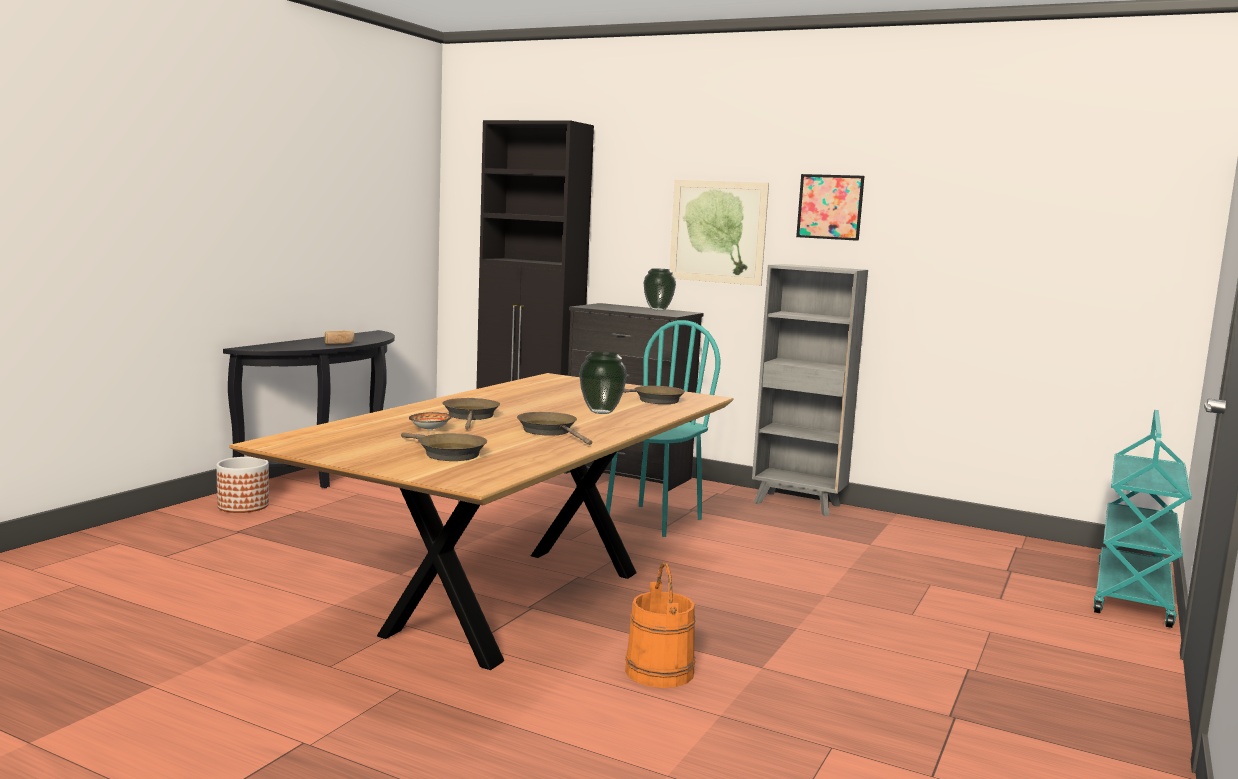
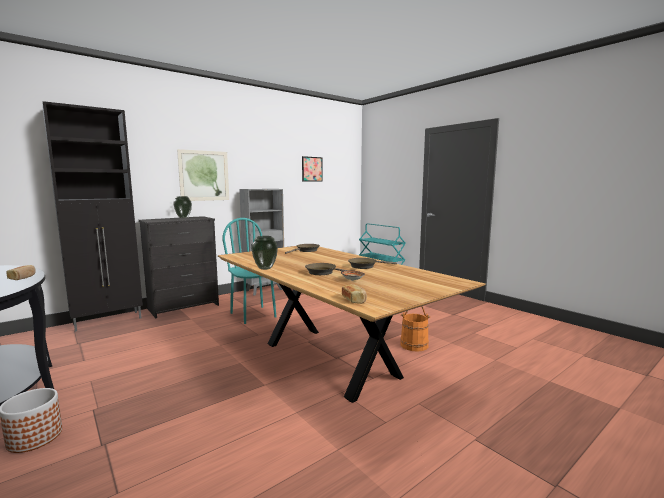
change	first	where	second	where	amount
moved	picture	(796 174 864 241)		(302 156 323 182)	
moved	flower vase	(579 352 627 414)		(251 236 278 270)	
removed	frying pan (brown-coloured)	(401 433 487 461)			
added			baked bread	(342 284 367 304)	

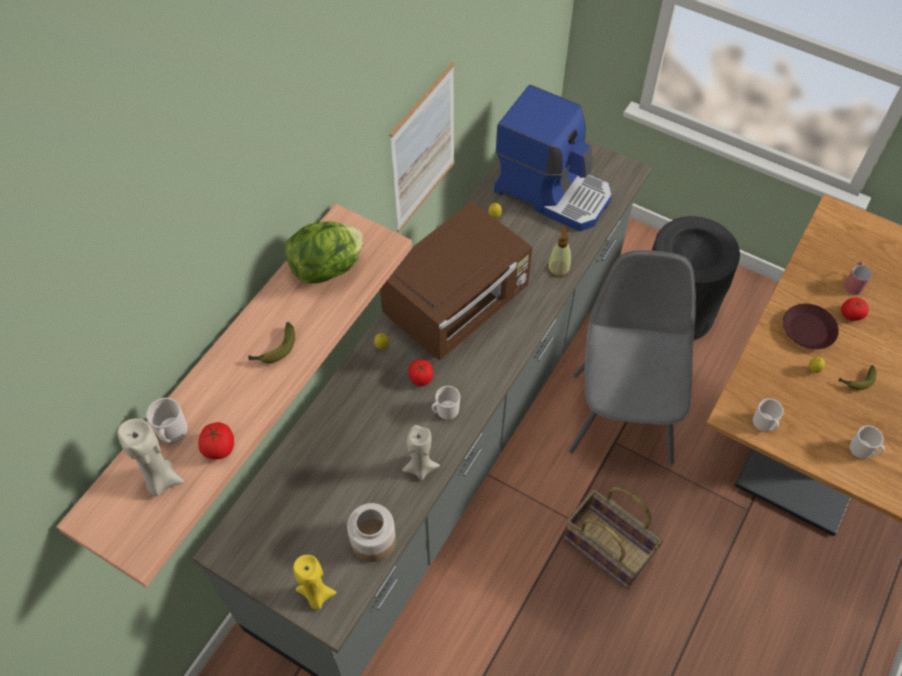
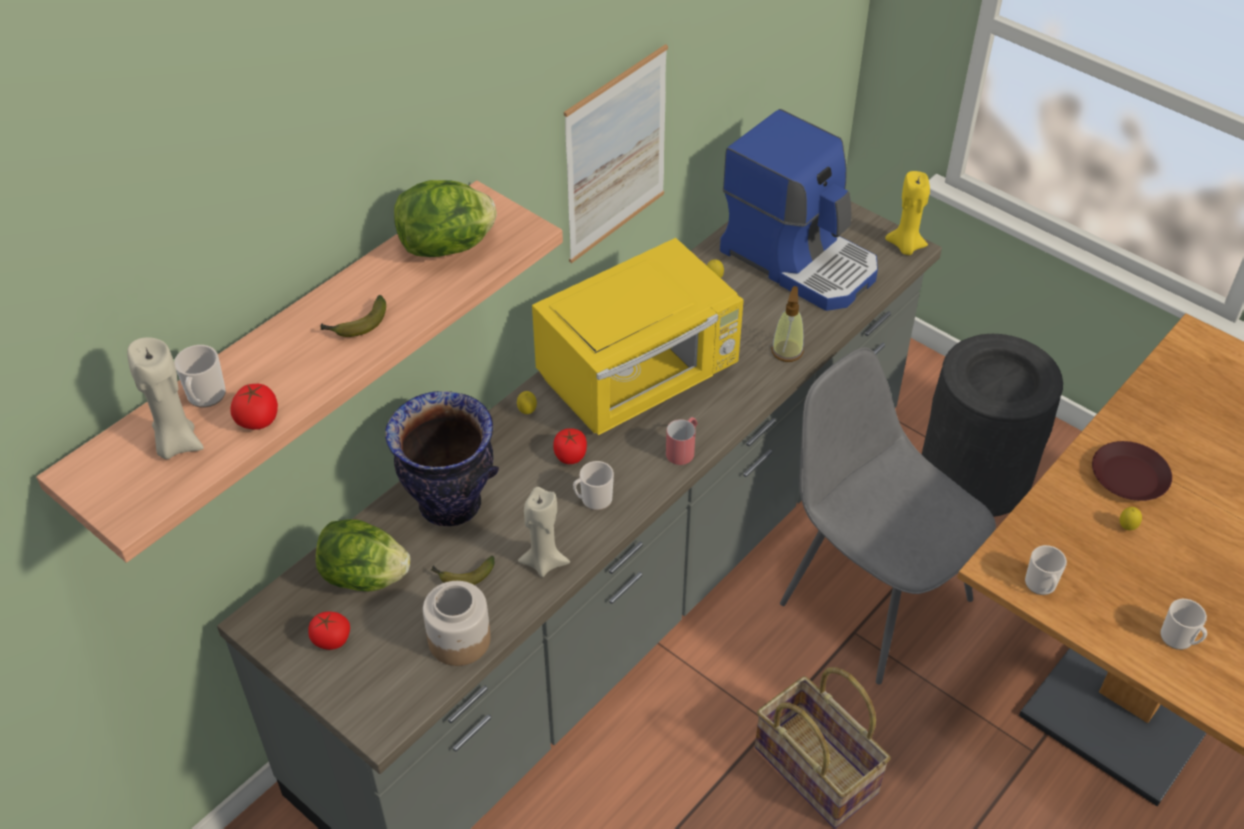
change	first	where	second	where	amount
recoloured	kitchen microwave (brown-coloured)	(380 201 532 361)	kitchen microwave (yellowish)	(532 238 744 435)	
turned	upright chair (grey)	(569 250 696 465)		(780 347 996 685)	60 degrees counterclockwise
moved	tea mug (red-coloured)	(844 262 872 295)		(666 417 698 465)	
moved	fresh tomato	(841 298 869 321)		(308 612 350 650)	
moved	banana fruit	(838 365 876 390)		(431 556 495 585)	
moved	candle (yellowish)	(293 555 337 610)		(885 171 930 255)	
added			flower vase	(385 391 499 527)	
added			head of lettuce	(316 519 410 591)	

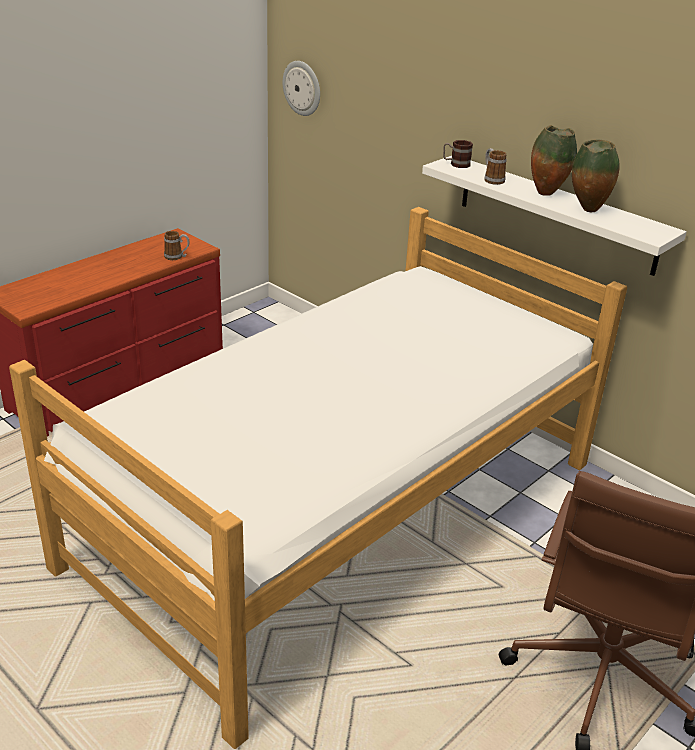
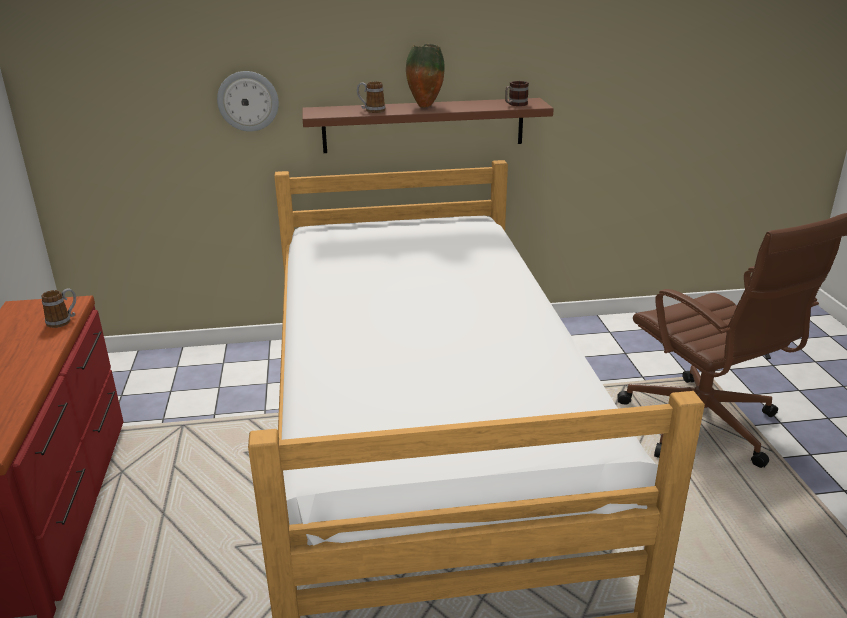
change	first	where	second	where	amount
moved	wall clock	(283 61 320 116)		(217 71 279 132)	
moved	tea mug	(443 140 473 168)		(505 81 529 106)	
removed	flower vase	(572 140 620 212)			
recoloured	shelf (white-coloured)	(422 156 687 276)	shelf (brown-coloured)	(302 98 554 153)	

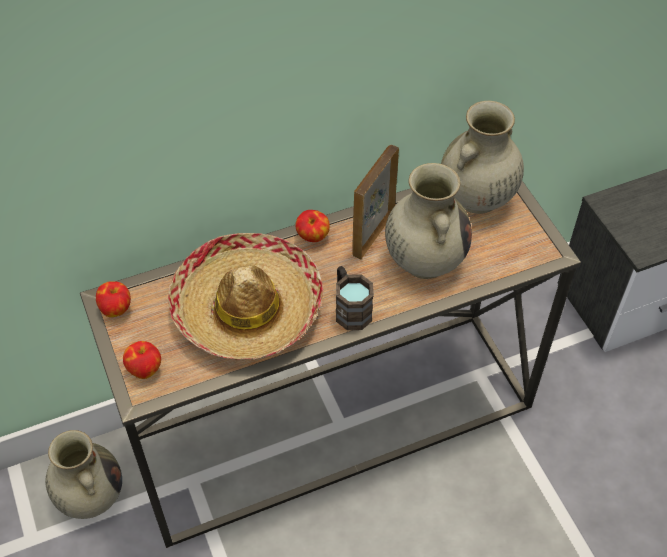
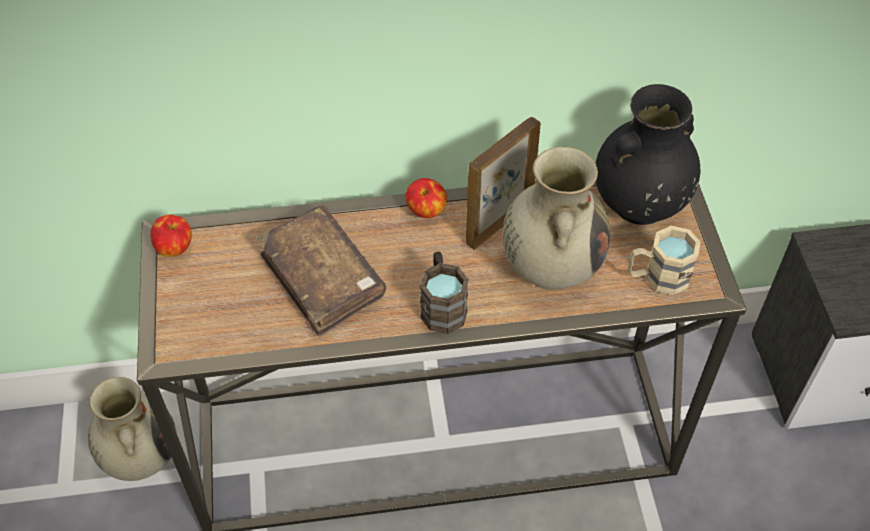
change	first	where	second	where	amount
recoloured	flower vase (sand-coloured)	(441 101 524 214)	flower vase (blackish)	(596 84 700 225)	
replaced	clothing hat	(168 233 324 360)	book (brown-coloured)	(256 205 386 337)	
removed	apple	(123 341 161 379)			
added			tea mug (sand-coloured)	(628 226 701 295)	

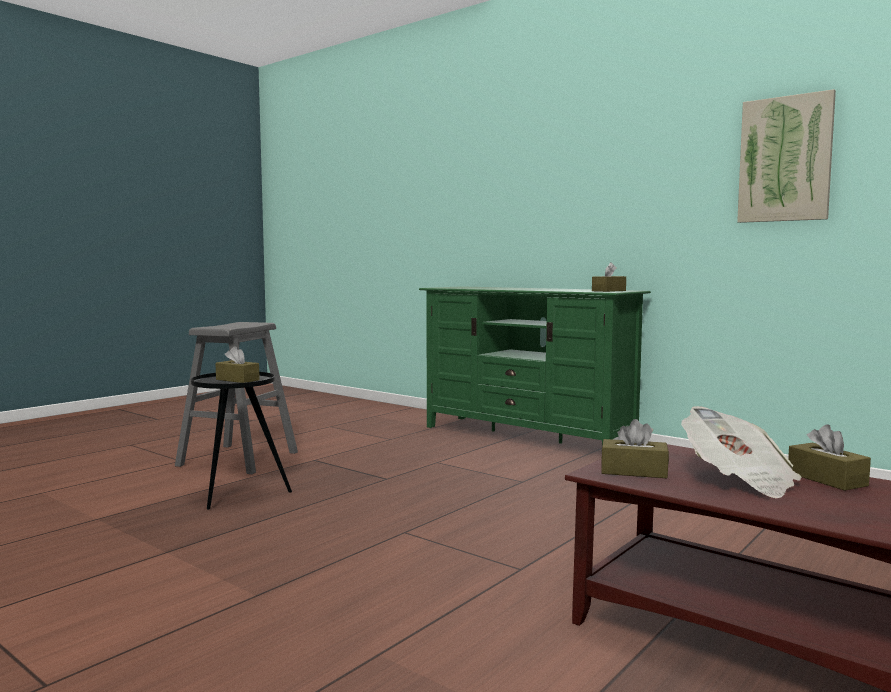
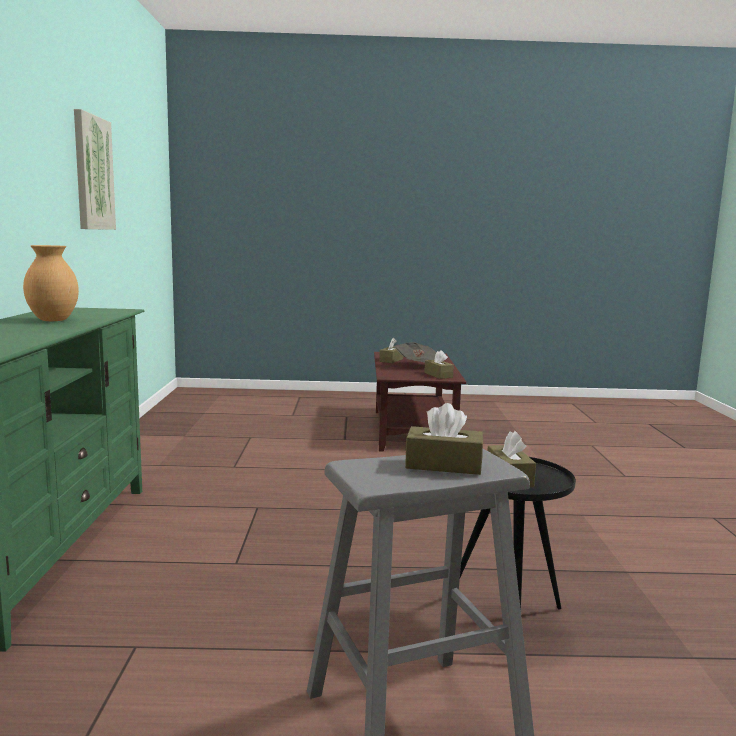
change	first	where	second	where	amount
moved	tissue holder (brown-coloured)	(592 262 626 292)		(405 403 483 475)	
added			flower vase (brown-coloured)	(23 245 79 321)	

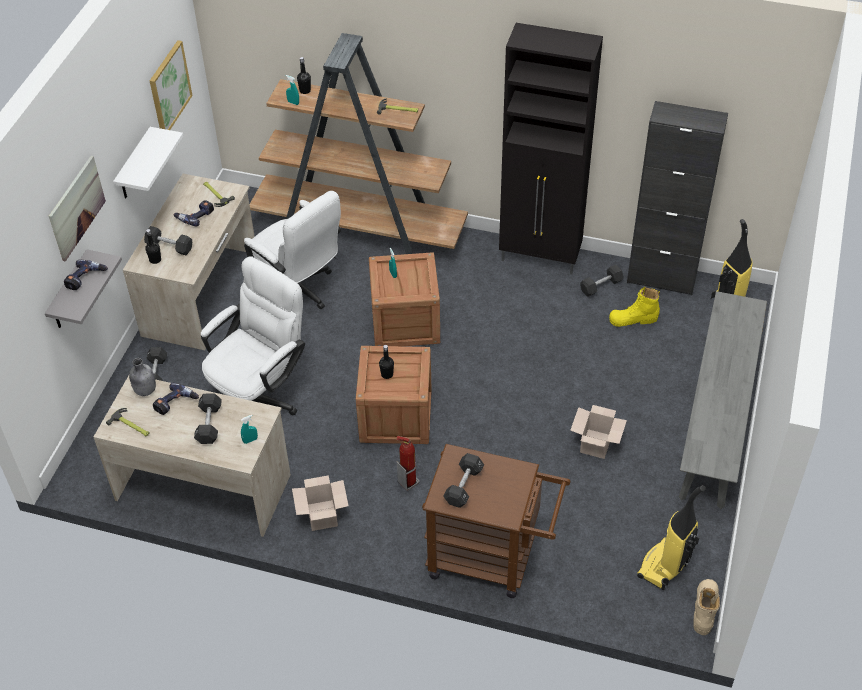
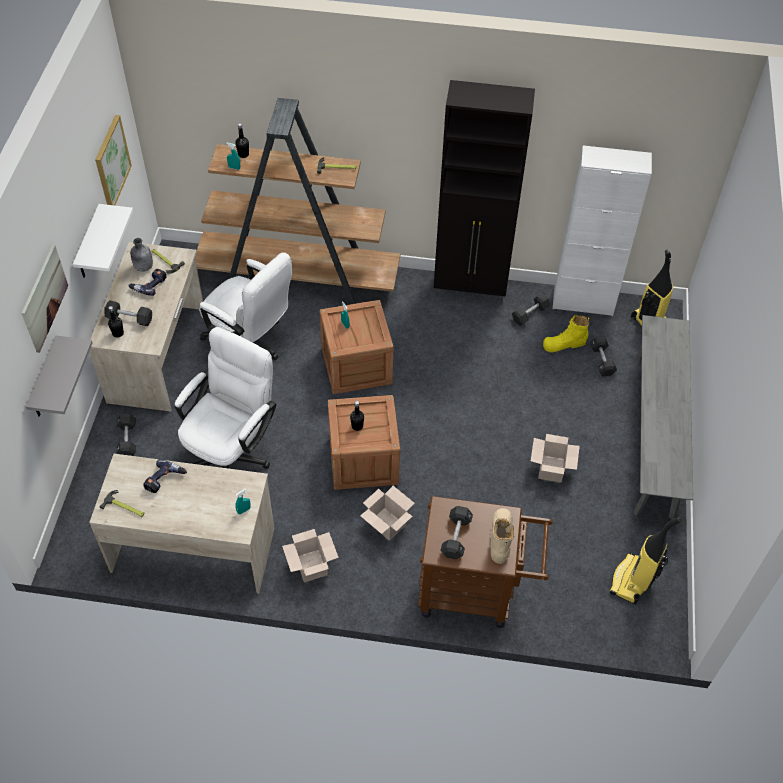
change	first	where	second	where	amount
recoloured	cupboard (blackish)	(627 101 728 296)	cupboard (white-coloured)	(553 145 652 316)	
removed	drill	(64 260 108 290)			
moved	bottle (grey)	(129 358 156 396)		(130 238 153 272)	
moved	hand weight (blackish)	(194 393 222 444)		(590 336 617 376)	
replaced	fire-fighting cylinder	(397 436 419 491)	packing box	(360 486 414 541)	
moved	high-top boot (sand-coloured)	(693 579 720 635)		(490 508 515 564)	

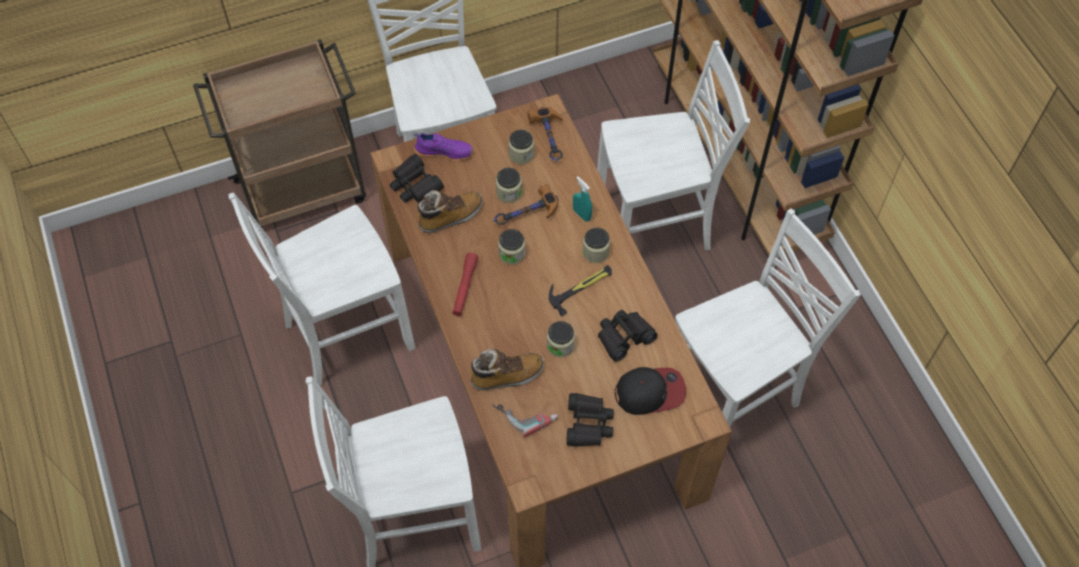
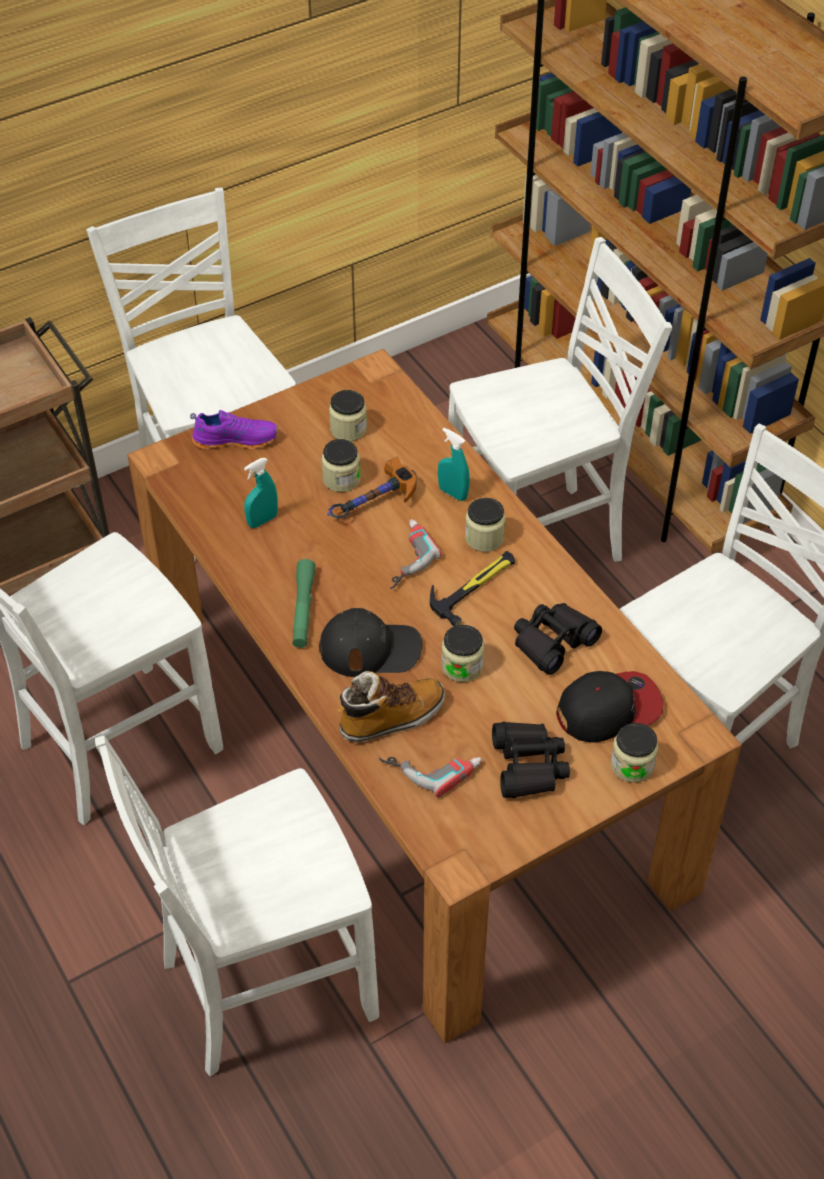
change	first	where	second	where	amount
removed	tool hammer	(528 107 563 161)			
removed	field glasses (blackish)	(390 154 444 203)			
replaced	high-top boot	(417 190 482 233)	hand sprayer (blue-green)	(244 458 278 528)	
moved	preserve jar	(498 229 525 265)		(611 723 658 783)	
recoloured	torch (red-coloured)	(452 253 478 316)	torch (green-coloured)	(292 559 316 648)	
added			drill	(390 519 441 589)	
added			cap (blackish)	(319 608 423 677)	

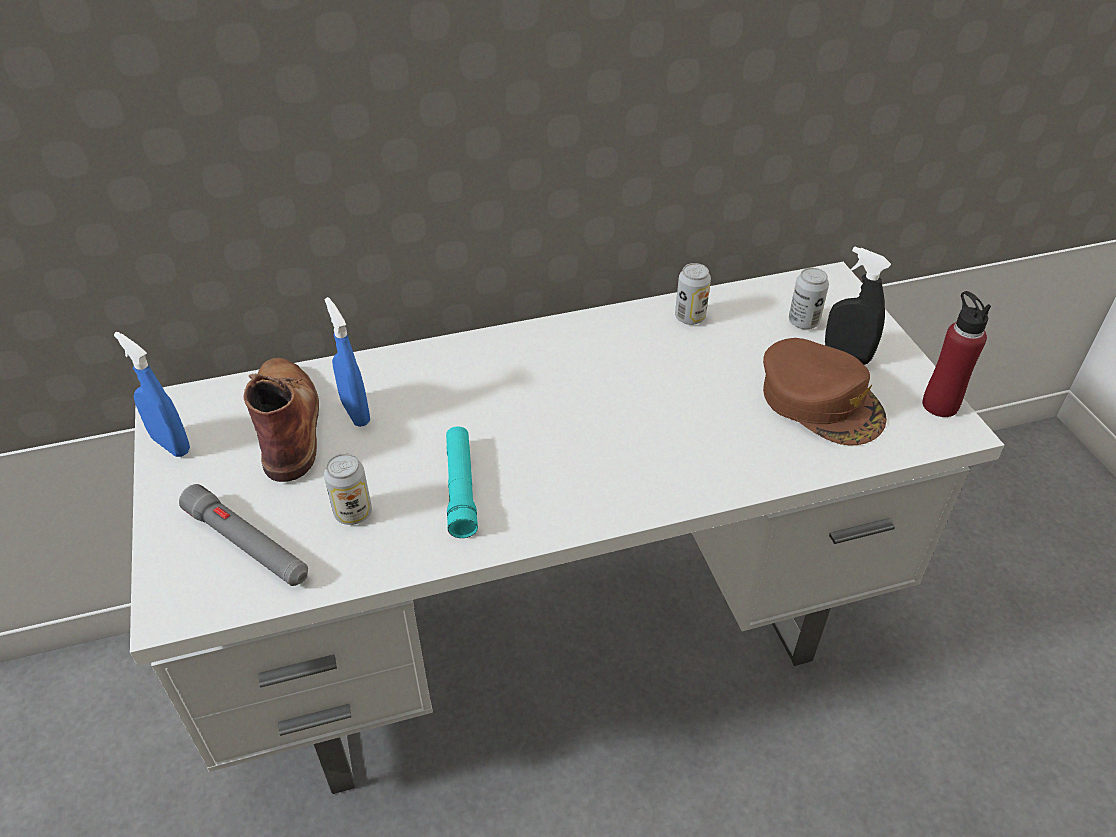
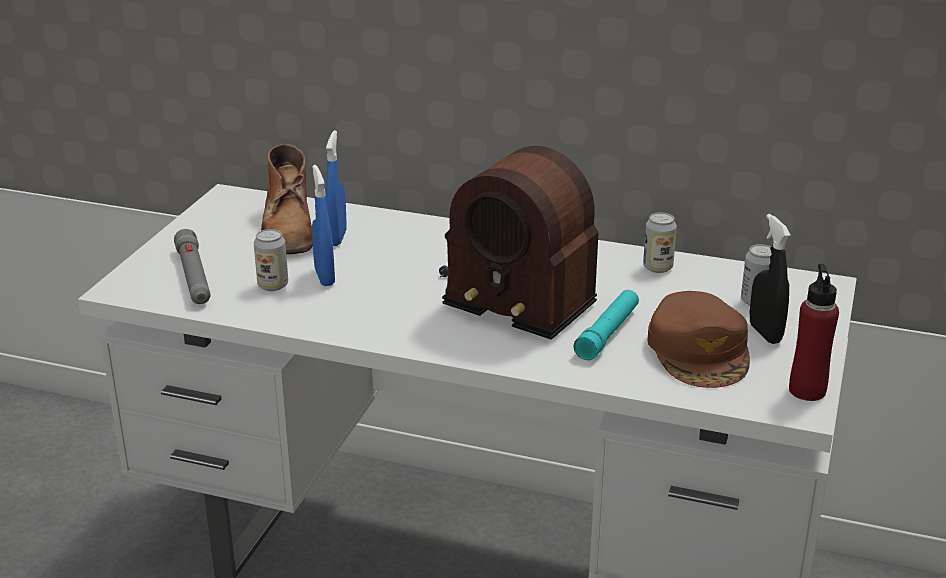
change	first	where	second	where	amount
moved	hand sprayer (blue)	(114 332 190 457)		(312 165 335 286)	
turned	high-top boot (brown-coloured)	(243 358 319 482)		(261 144 313 254)	150 degrees clockwise
moved	torch (blue-green)	(446 426 478 538)		(574 290 639 360)	
added			radio	(439 146 599 340)	

